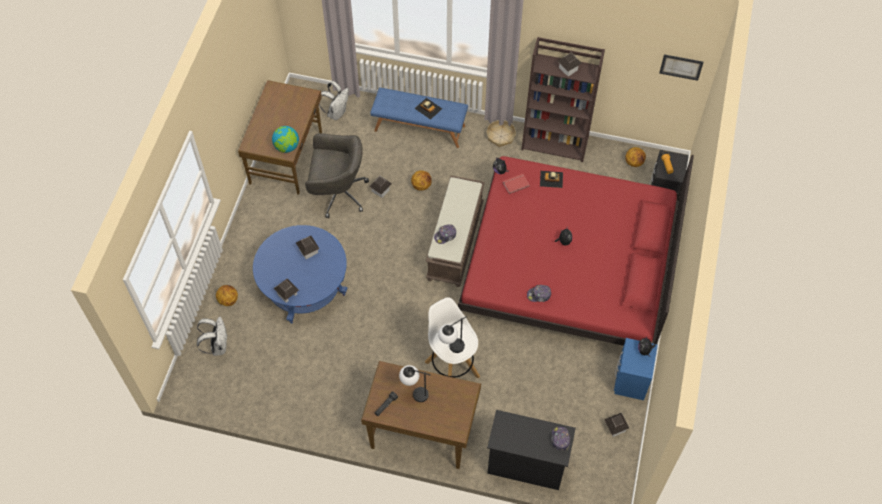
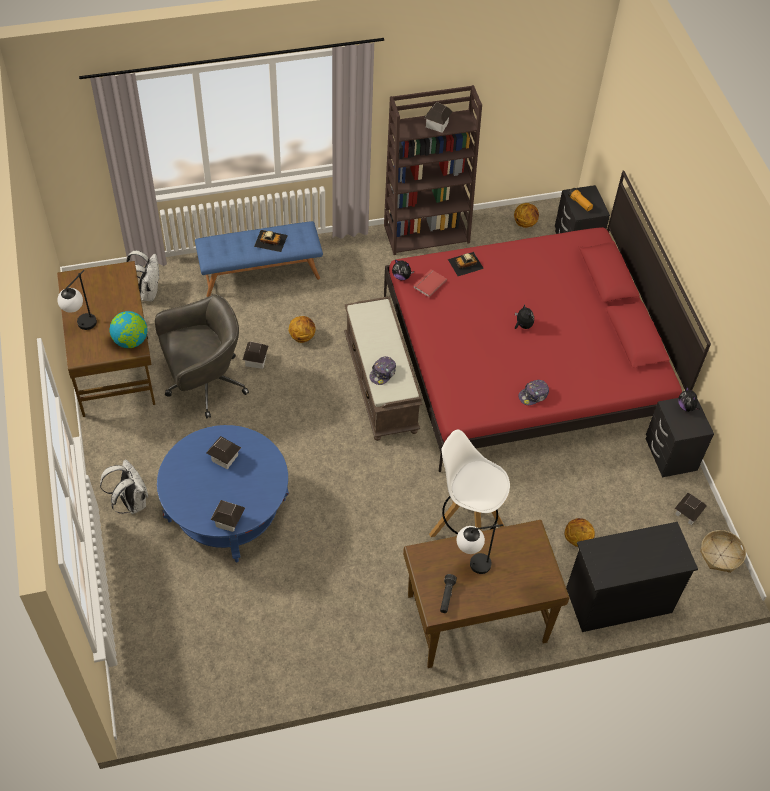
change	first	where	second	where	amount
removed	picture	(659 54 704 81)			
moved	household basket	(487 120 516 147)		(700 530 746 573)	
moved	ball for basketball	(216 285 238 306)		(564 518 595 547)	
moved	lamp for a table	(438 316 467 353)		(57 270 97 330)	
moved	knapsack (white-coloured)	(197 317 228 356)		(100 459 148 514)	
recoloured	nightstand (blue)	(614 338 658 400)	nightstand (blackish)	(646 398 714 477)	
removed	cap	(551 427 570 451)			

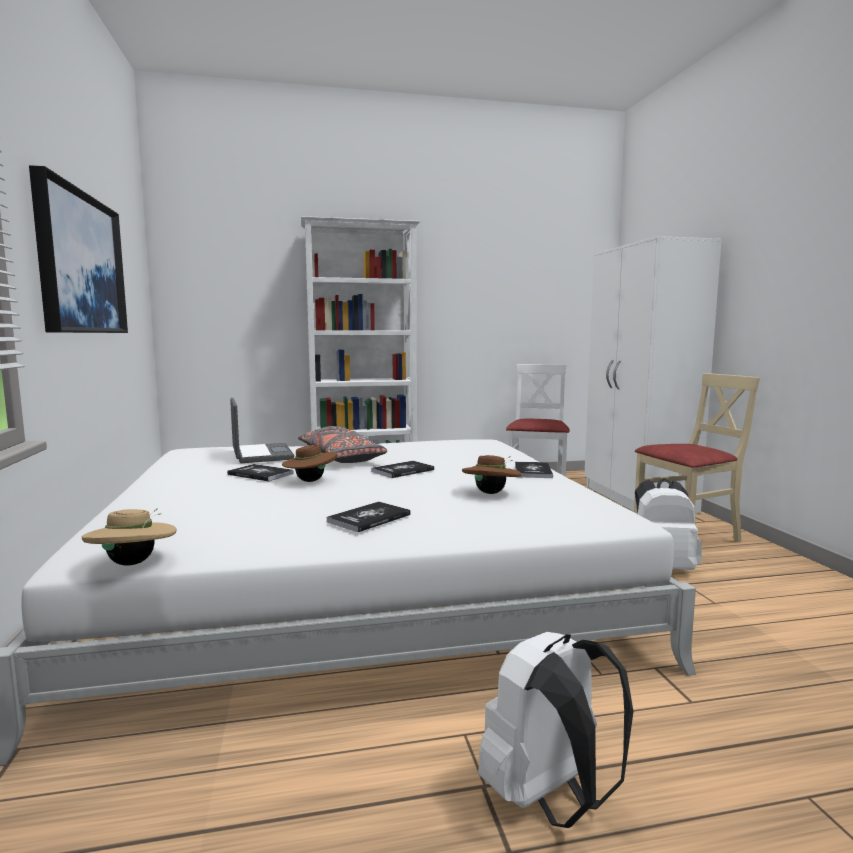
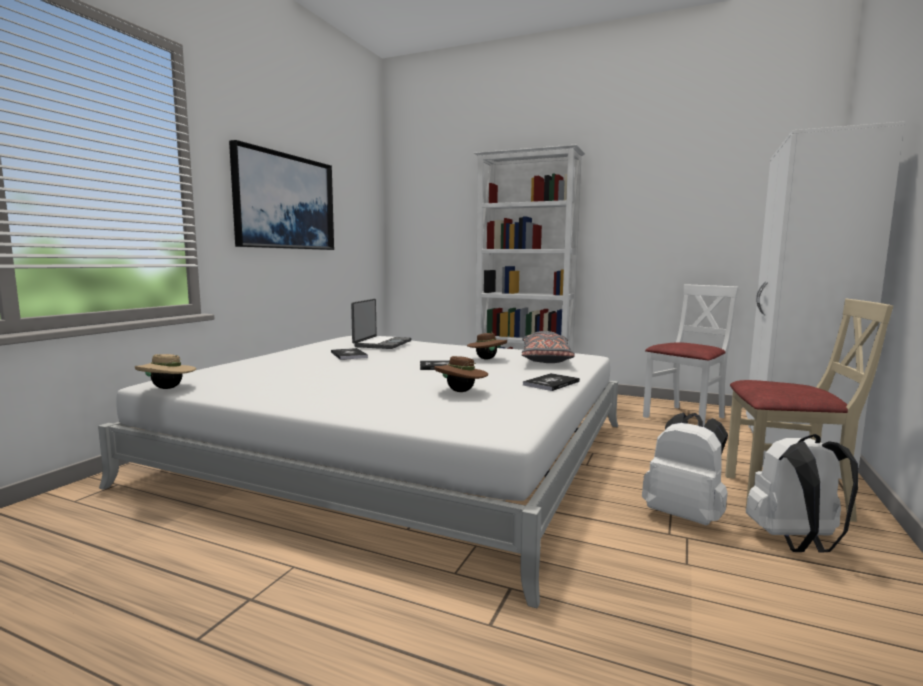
change	first	where	second	where	amount
moved	throw pillow (grey)	(298 426 387 463)		(522 331 575 363)	
moved	clothing hat (brown-coloured)	(282 443 337 482)		(467 333 507 360)	
removed	book	(326 502 411 532)			
moved	knapsack (white-coloured)	(478 632 634 828)		(746 434 859 553)	

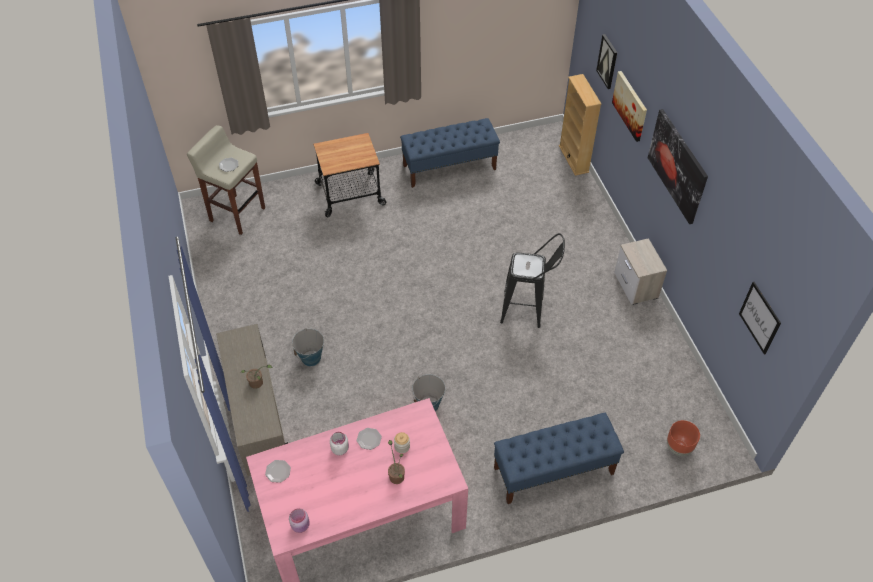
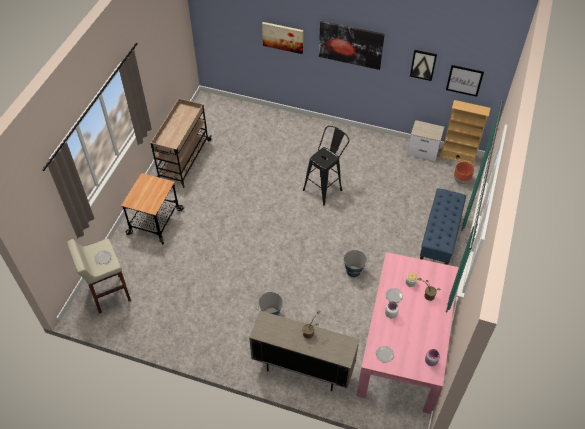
change	first	where	second	where	amount
moved	picture	(596 34 617 89)		(410 50 437 81)	
moved	shelving unit (sand-coloured)	(559 74 601 176)		(440 100 491 165)	
replaced	bench (blue)	(400 118 500 188)	wheeled cart (sand-coloured)	(151 98 212 188)	
moved	nightstand	(614 238 667 305)		(407 120 444 161)	

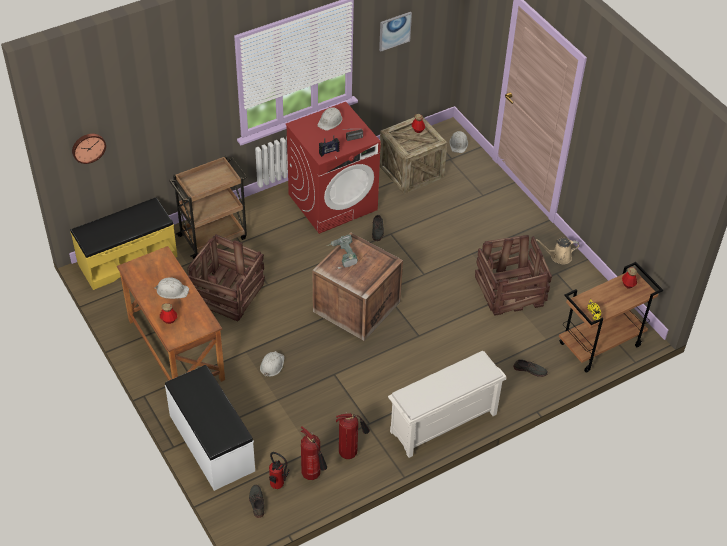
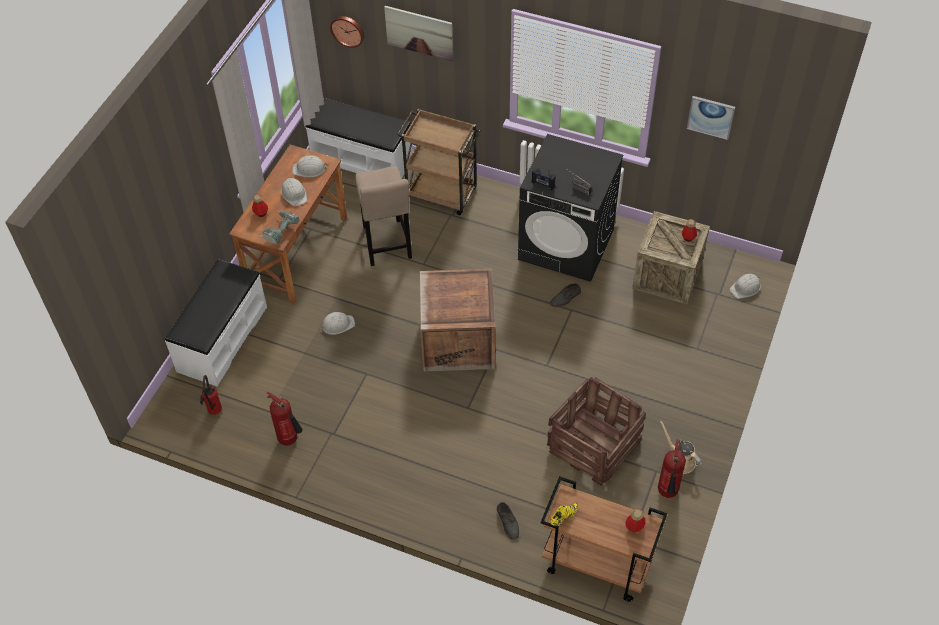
change	first	where	second	where	amount
recoloured	laundry machine (red-coloured)	(285 102 381 234)	laundry machine (blackish)	(518 134 623 282)	
moved	hard hat (white-coloured)	(317 107 342 131)		(292 155 327 177)	
recoloured	bench (yellowish)	(70 198 178 290)	bench (white-coloured)	(306 98 413 179)	
replaced	packing crate	(187 234 265 322)	sitting stool (sand-coloured)	(355 166 412 266)	
moved	drill	(327 234 358 269)		(260 210 299 244)	
removed	shoe rack (white-coloured)	(388 351 506 458)			
moved	fire-fighting cylinder	(301 427 327 480)		(658 439 686 498)	
removed	low shoe (grey)	(249 485 264 518)			
added			picture	(384 6 453 62)	

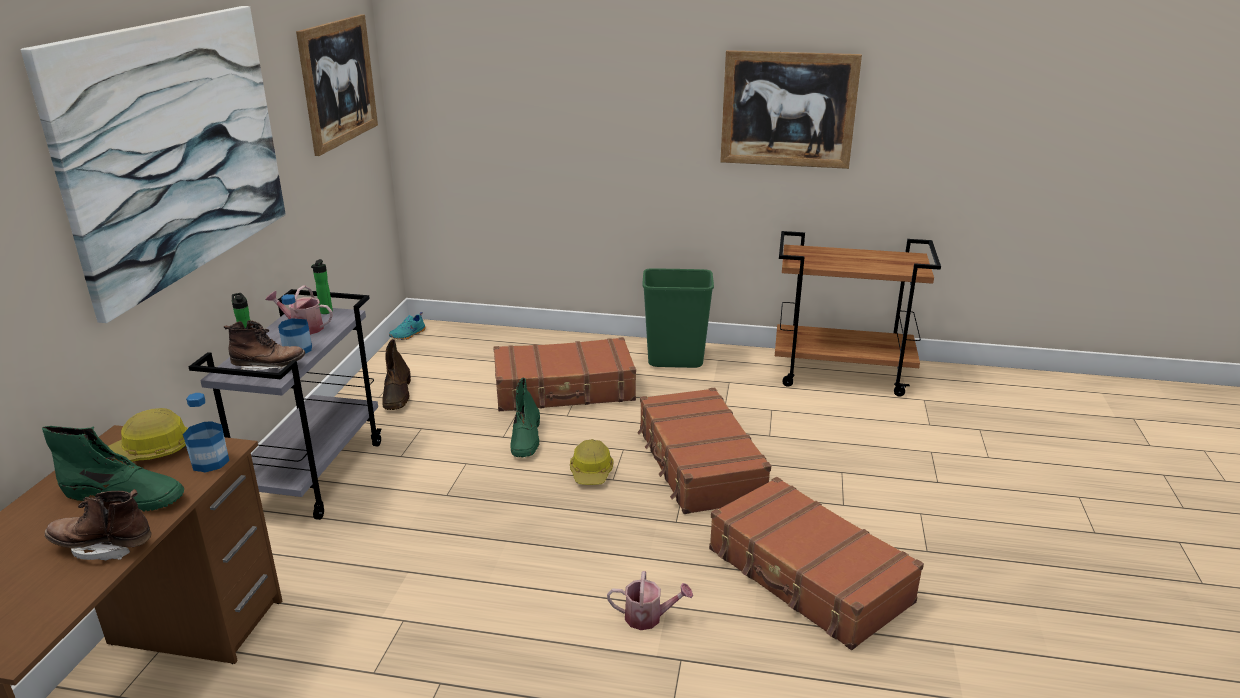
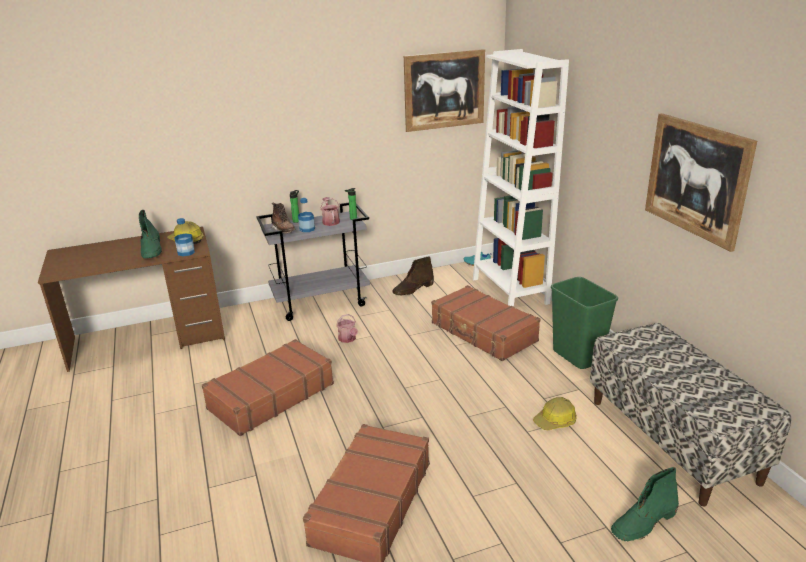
change	first	where	second	where	amount
removed	picture	(21 6 286 323)			
replaced	wheeled cart (brown-coloured)	(775 231 941 397)	bench	(590 323 791 507)	
moved	high-top boot (green-coloured)	(511 378 540 458)		(611 467 679 541)	
moved	travel case (brown-coloured)	(637 387 771 514)		(202 339 334 436)	
moved	hard hat	(570 439 614 485)		(533 397 577 430)	
removed	high-top boot (brown-coloured)	(45 489 152 561)			
moved	watering pot	(607 571 693 630)		(336 314 358 343)	
added			shelving unit (white-coloured)	(473 49 569 307)	

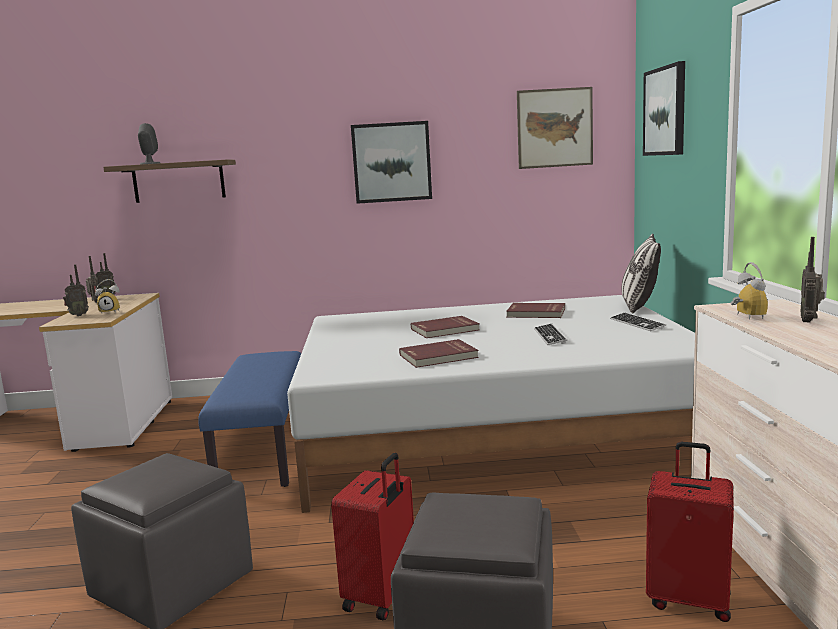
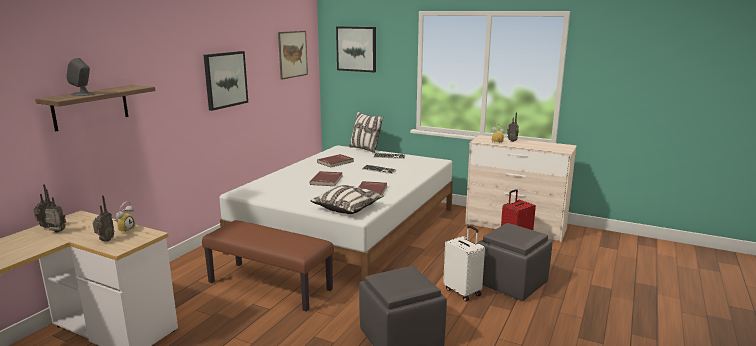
change	first	where	second	where	amount
recoloured	bench (blue)	(198 351 301 487)	bench (brown-coloured)	(202 220 334 312)	
recoloured	travel case (red-coloured)	(331 453 414 620)	travel case (white-coloured)	(443 225 485 301)	
added			throw pillow	(311 185 384 214)	

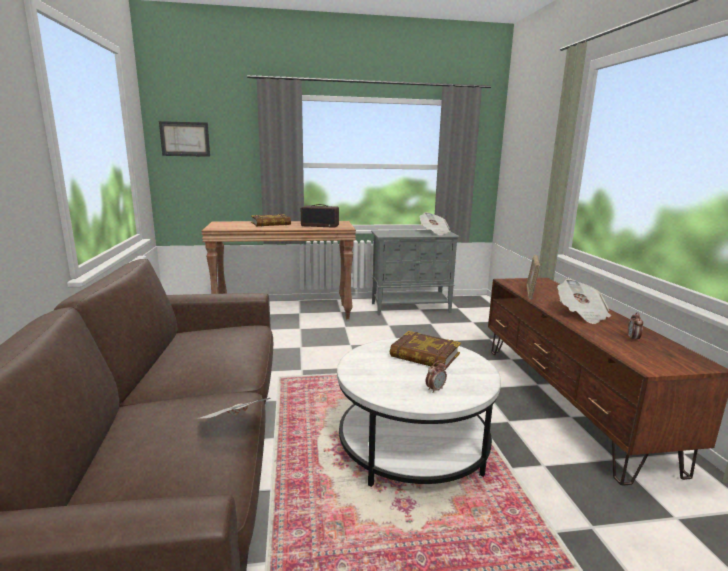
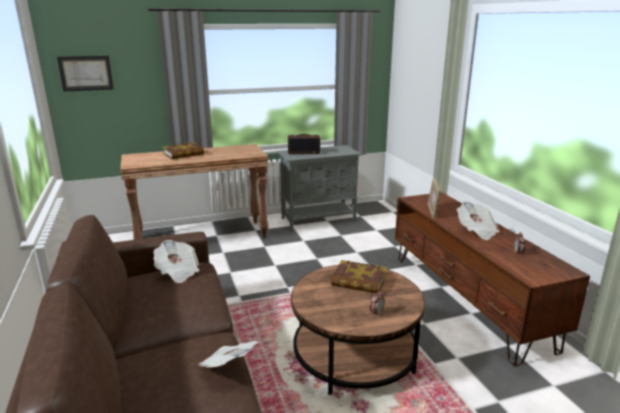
change	first	where	second	where	amount
moved	radio	(301 204 339 228)		(288 134 320 154)	
moved	newspaper	(420 212 451 235)		(153 240 200 283)	
recoloured	coffee table (white-coloured)	(337 338 501 487)	coffee table (brown-coloured)	(291 265 425 395)	

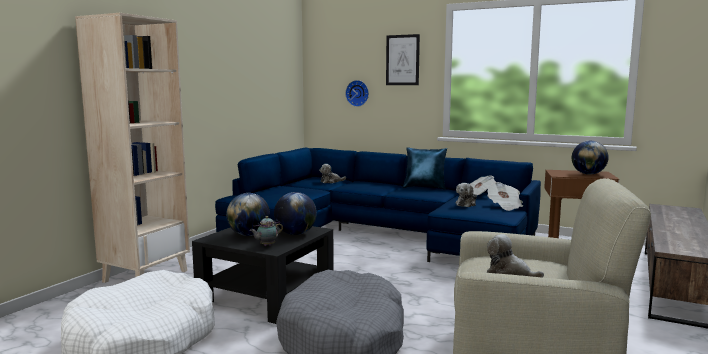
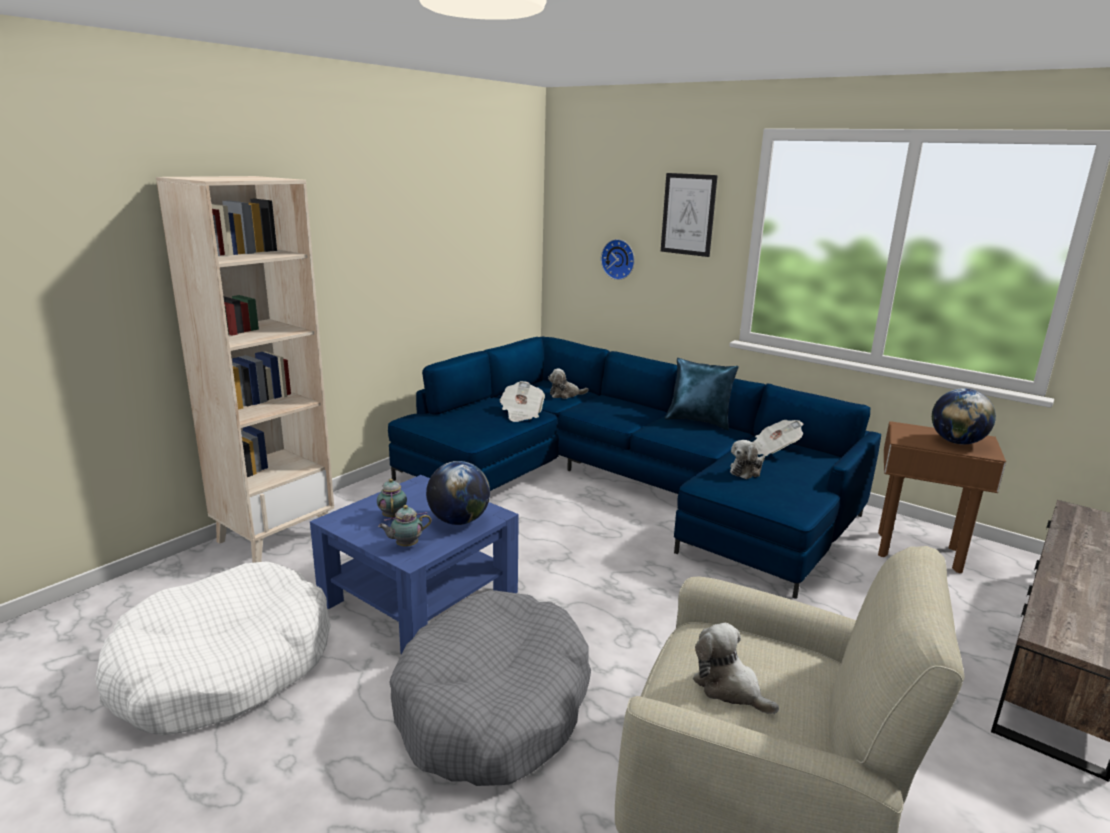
change	first	where	second	where	amount
moved	newspaper	(487 182 523 211)		(500 381 545 422)	
replaced	world globe	(226 193 270 236)	pot for tea	(377 479 407 518)	
recoloured	coffee table (blackish)	(192 221 334 324)	coffee table (blue)	(310 475 519 654)	

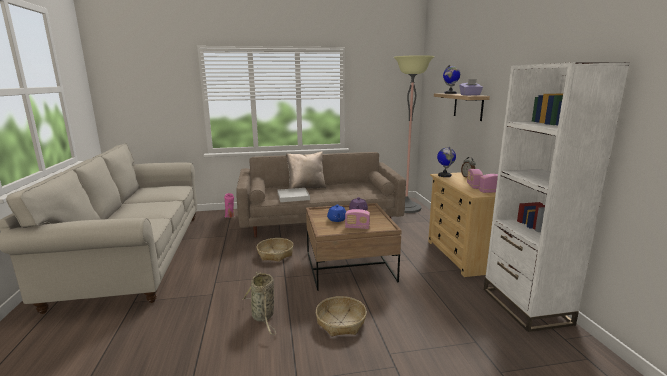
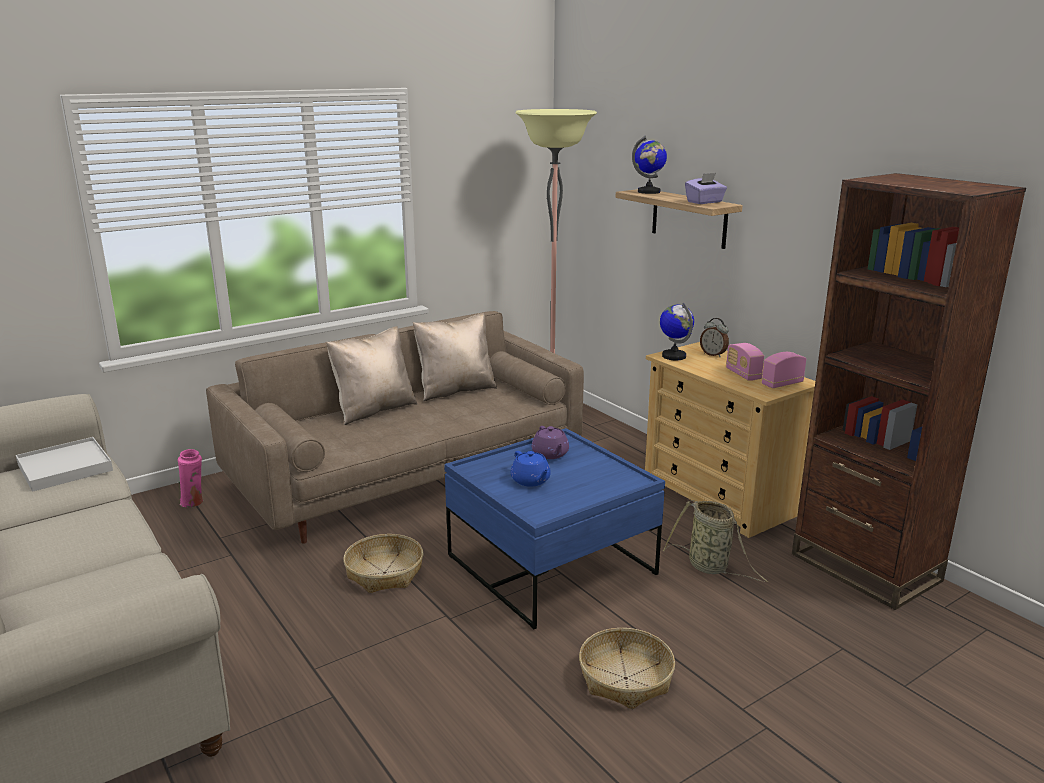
change	first	where	second	where	amount
recoloured	shelving unit (white-coloured)	(484 62 630 332)	shelving unit (brown-coloured)	(792 173 1026 610)	
moved	tray (white-coloured)	(278 188 310 202)		(16 437 113 492)	
recoloured	coffee table (brown-coloured)	(306 203 402 291)	coffee table (blue)	(444 428 665 629)	
removed	radio	(345 209 370 229)			
moved	household basket	(242 272 276 335)		(663 500 768 582)	
added			throw pillow (sand-coloured)	(413 313 497 401)	

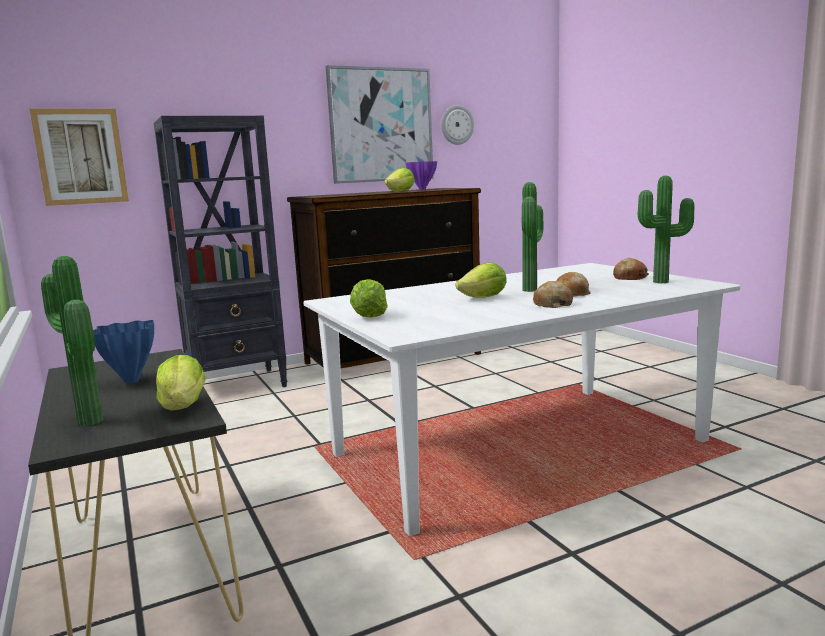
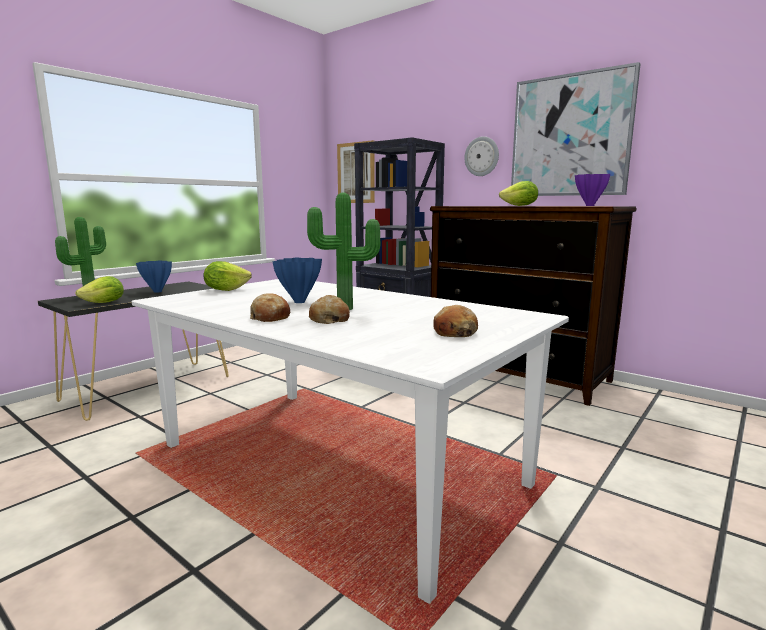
change	first	where	second	where	amount
moved	wall clock	(441 105 474 145)		(464 136 499 176)	
removed	plant in a pot	(638 176 694 283)			
replaced	head of lettuce	(455 262 507 298)	flower vase (blue)	(273 258 322 303)	

